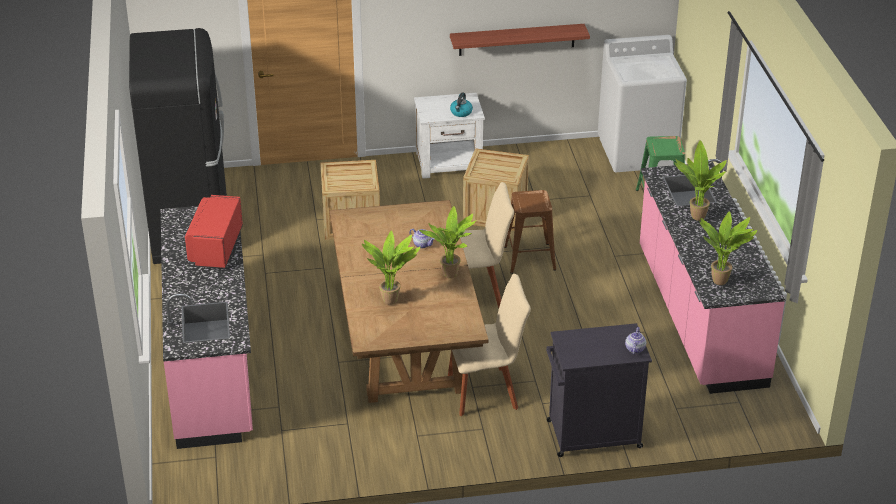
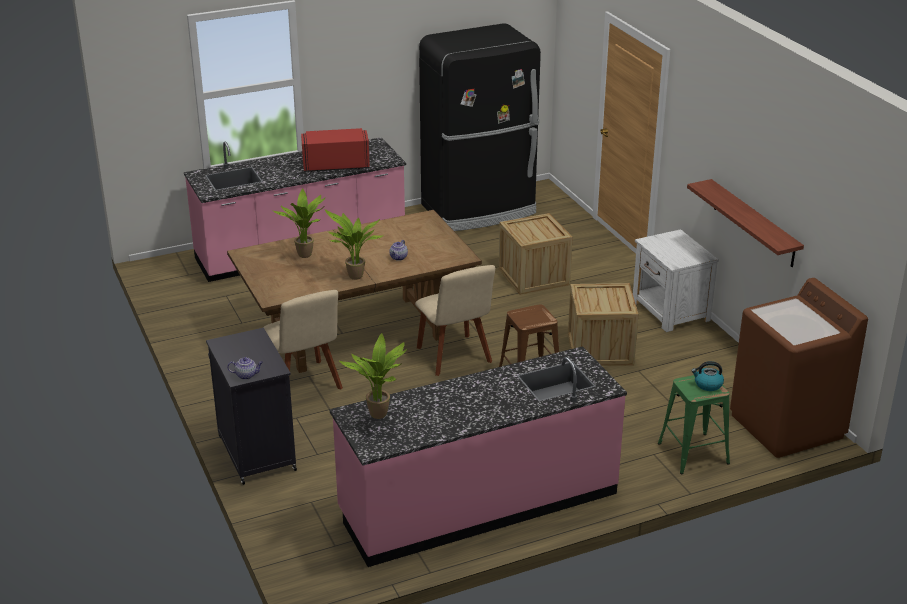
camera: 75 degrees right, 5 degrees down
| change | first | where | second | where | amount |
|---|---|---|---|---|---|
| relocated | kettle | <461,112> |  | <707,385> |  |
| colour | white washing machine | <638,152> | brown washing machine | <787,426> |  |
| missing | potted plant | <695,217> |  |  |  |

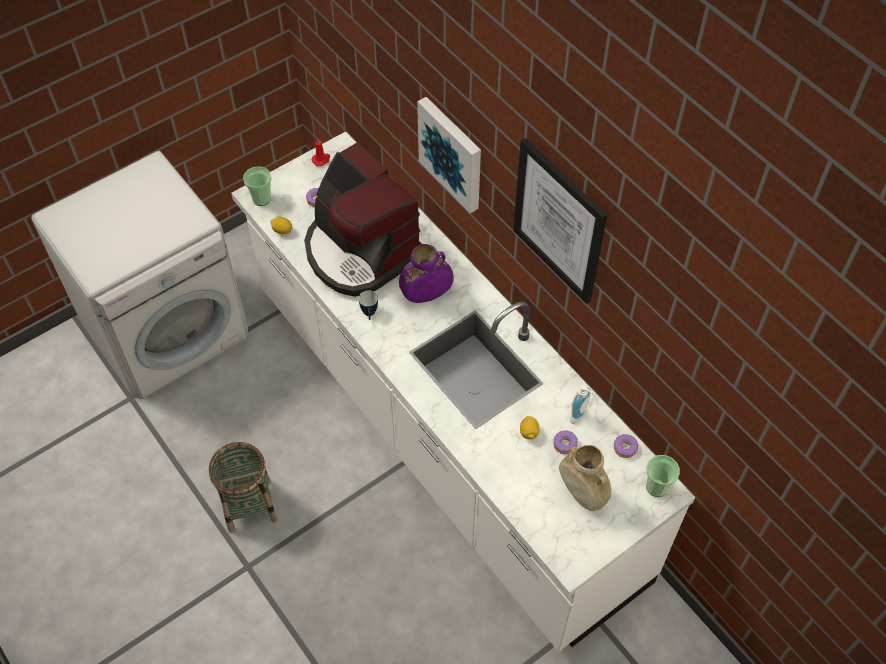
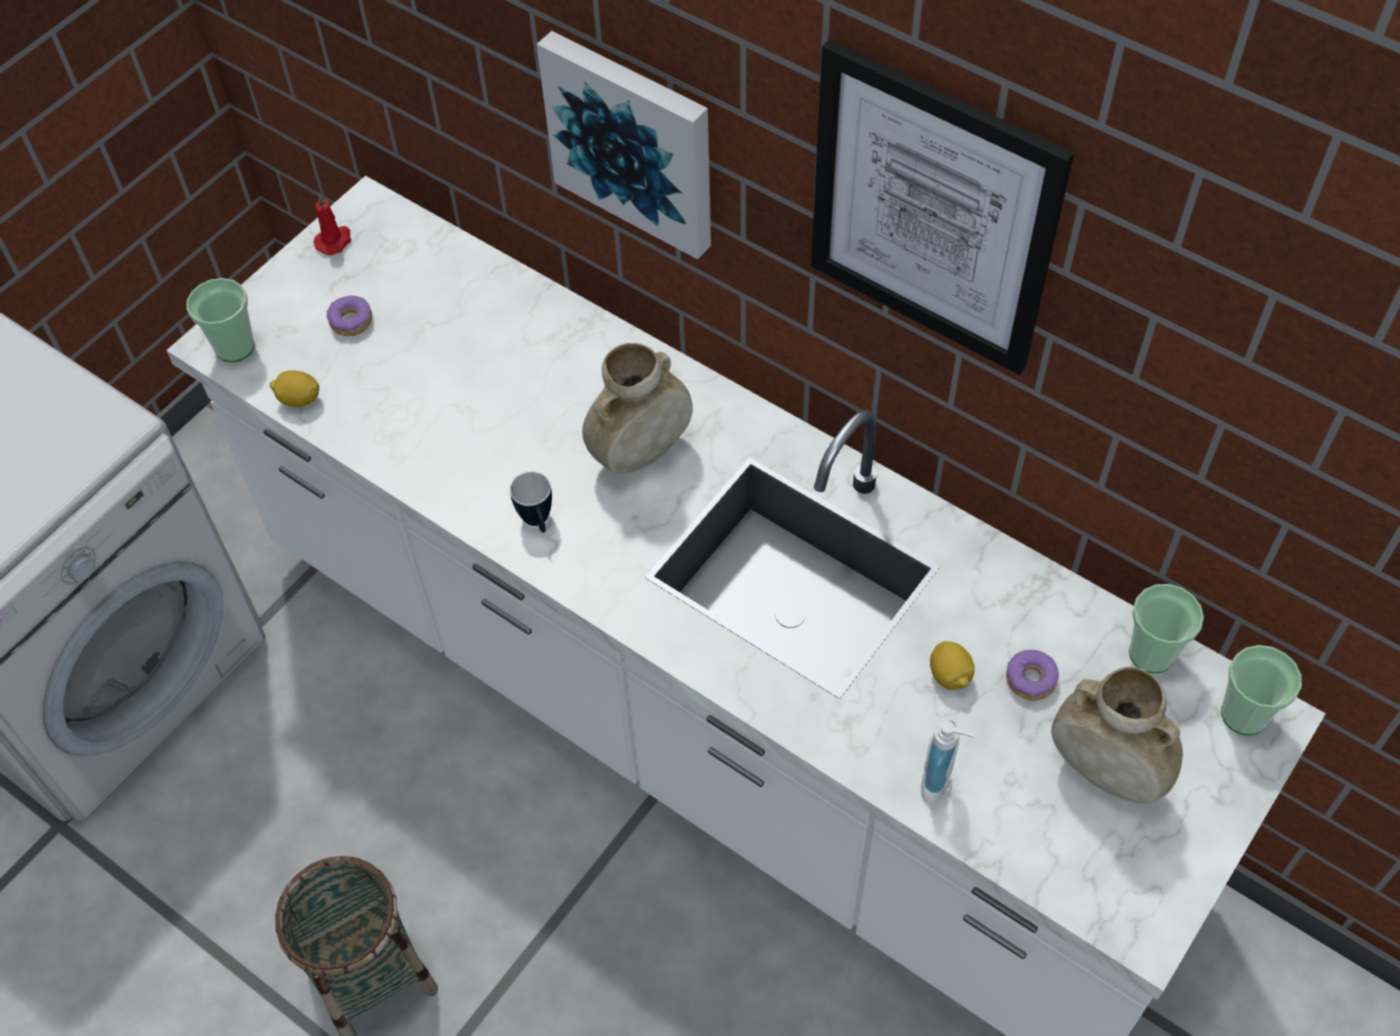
camera: 15 degrees left, 0 degrees up
| change | first | where | second | where | amount |
|---|---|---|---|---|---|
| missing | coffee machine | <360,251> |  |  |  |
| colour | purple vase | <426,295> | beige vase | <640,453> |  |
| relocated | soap dispenser | <580,417> |  | <941,784> |  |
| exchanged | donut | <625,448> | cup | <1151,653> |  |

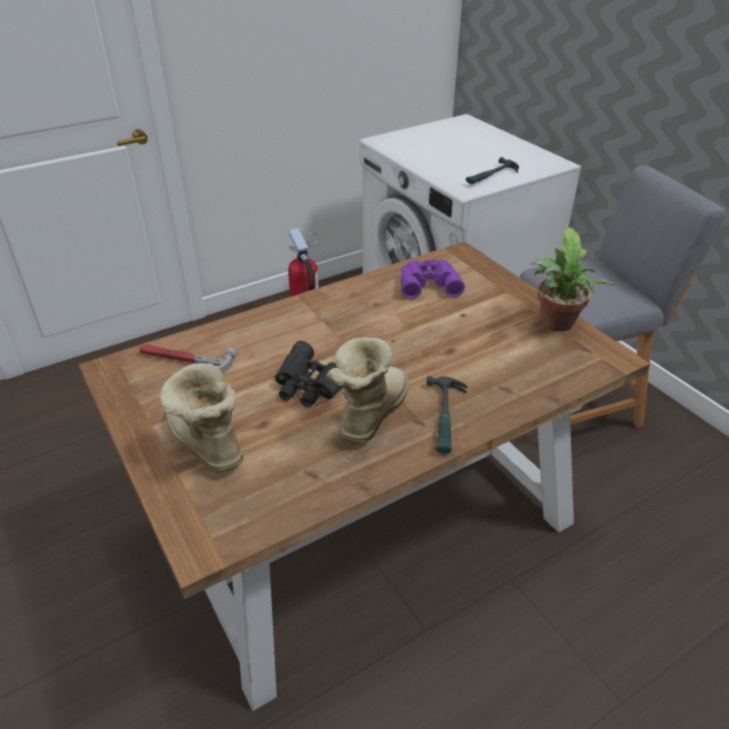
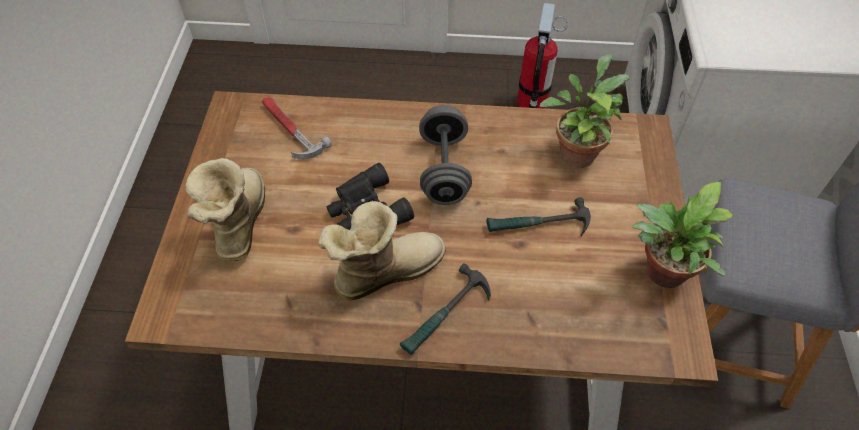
camera: 35 degrees right, 15 degrees up
| change | first | where | second | where | amount |
|---|---|---|---|---|---|
| exchanged | purple binoculars | <428,283> | potted plant | <576,151> |  |
| relocated | hammer | <491,176> |  | <538,225> |  |
| appeared |  |  | grey dumbbell | <444,170> |  |

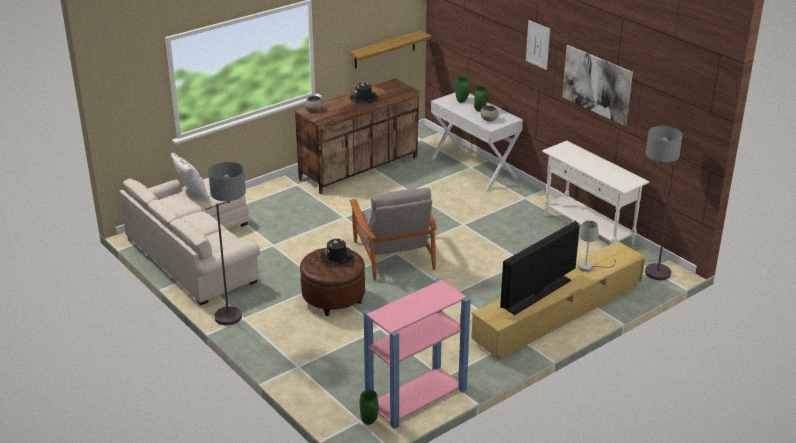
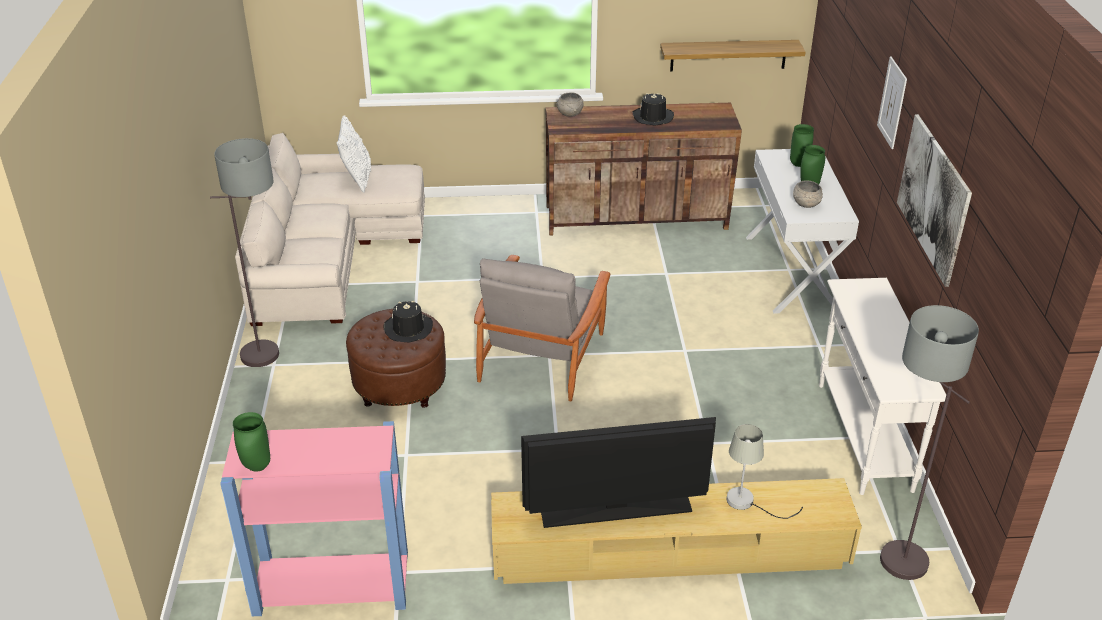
camera: 35 degrees right, 5 degrees up
| change | first | where | second | where | amount |
|---|---|---|---|---|---|
| relocated | green vase | <369,421> |  | <258,467> |  |

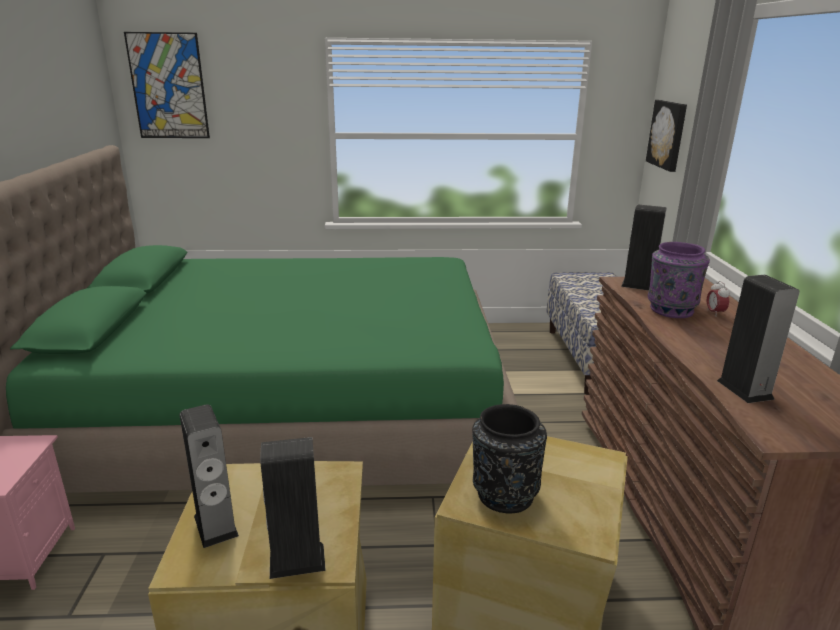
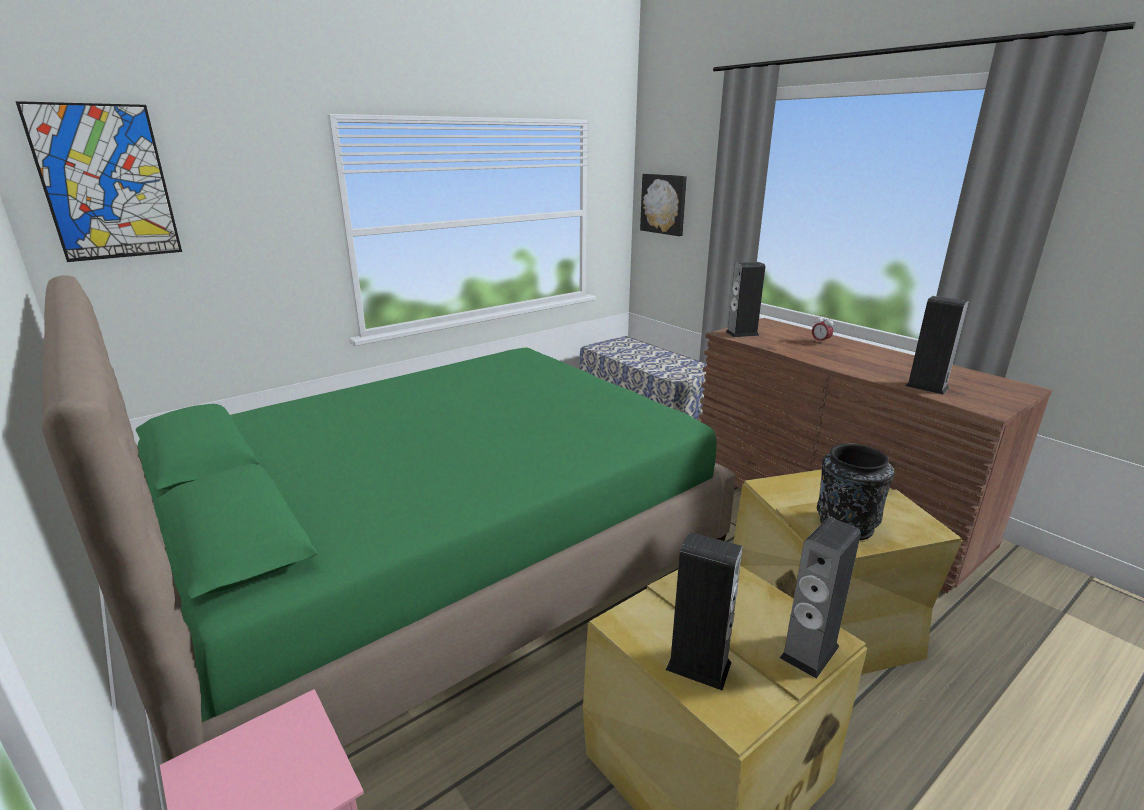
camera: 35 degrees left, 0 degrees up
| change | first | where | second | where | amount |
|---|---|---|---|---|---|
| missing | purple vase | <670,310> |  |  |  |

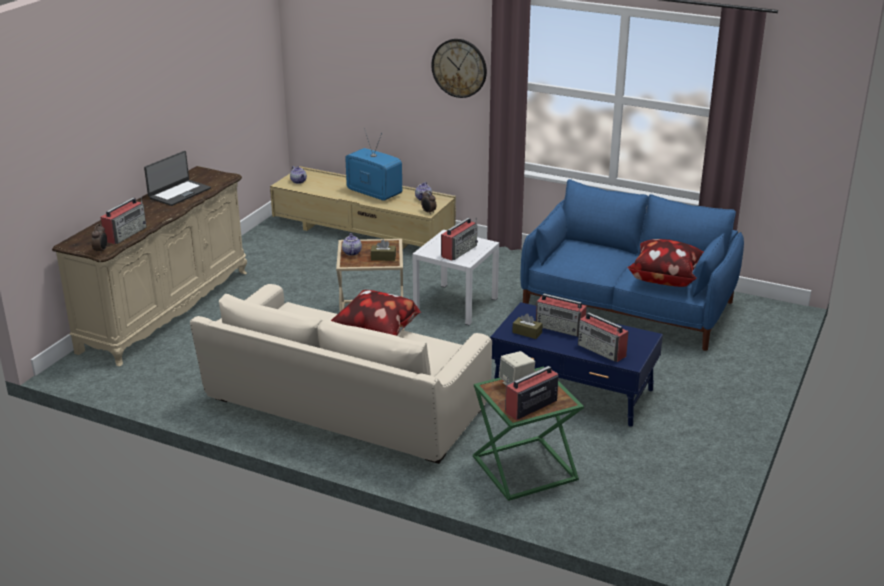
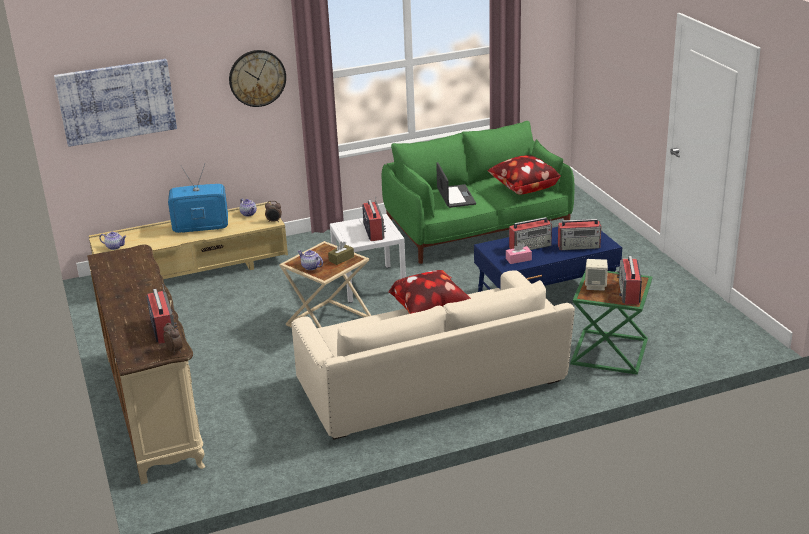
camera: 45 degrees left, 0 degrees up
| change | first | where | second | where | amount |
|---|---|---|---|---|---|
| relocated | laptop | <179,193> |  | <455,197> |  |
| colour | brown tissue box | <527,333> | pink tissue box | <518,259> |  |
| colour | blue sofa | <627,306> | green sofa | <477,229> |  |
| appeared |  |  | picture | <116,101> |  |

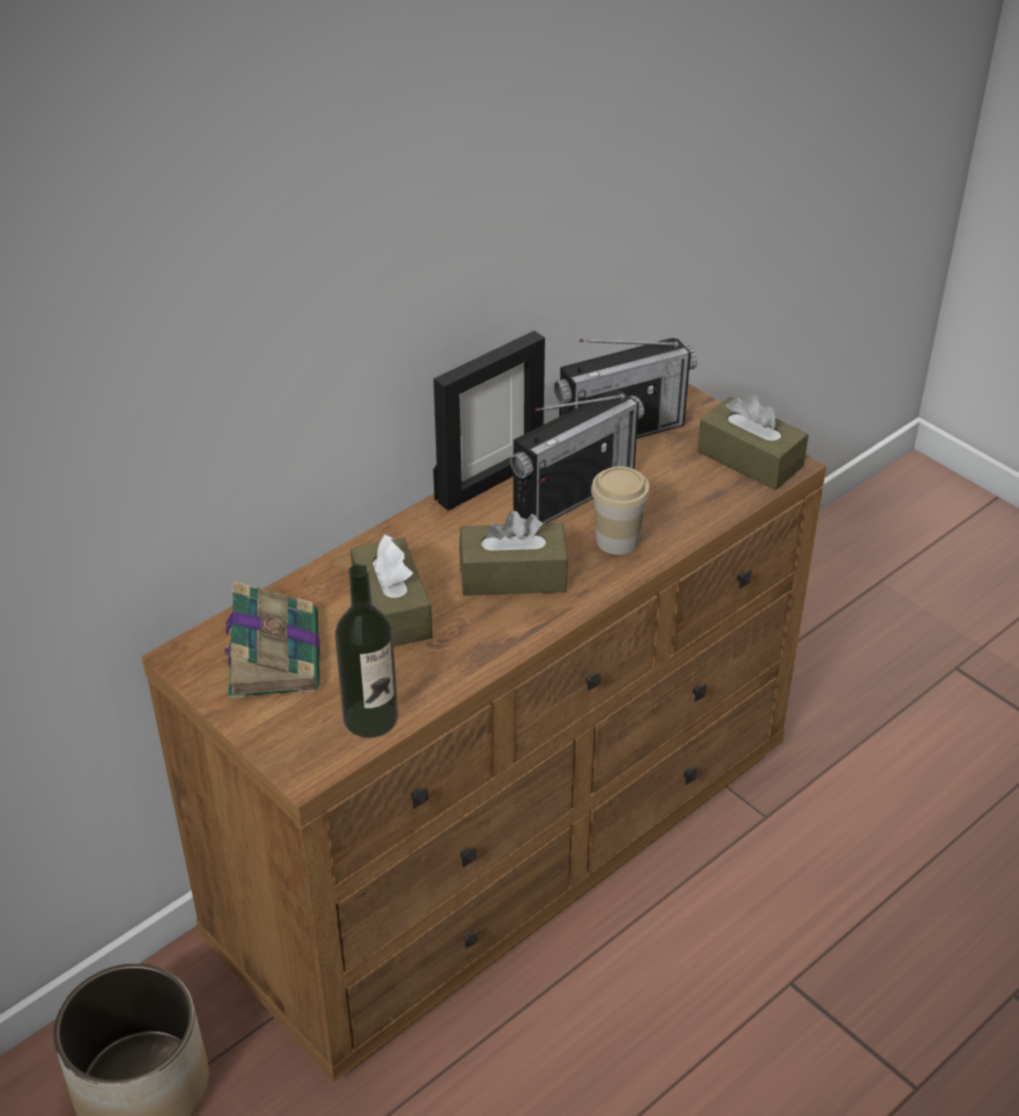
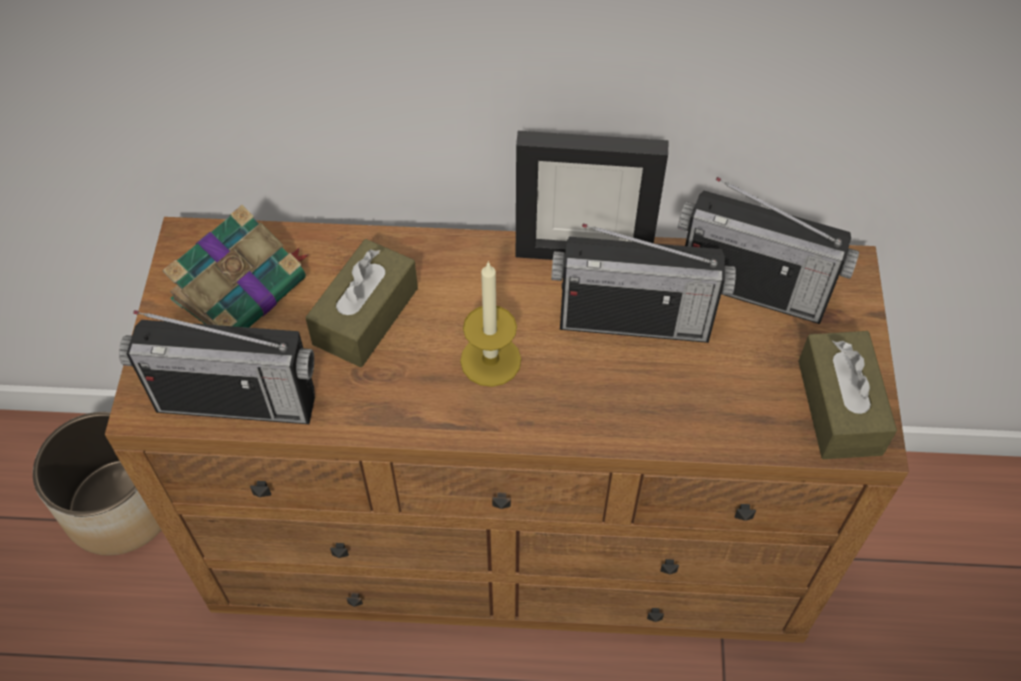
camera: 45 degrees right, 15 degrees up
| change | first | where | second | where | amount |
|---|---|---|---|---|---|
| exchanged | bottle | <370,718> | radio | <237,401> |  |
| exchanged | brown tissue box | <513,576> | candle | <490,360> |  |
| missing | cup | <617,540> |  |  |  |

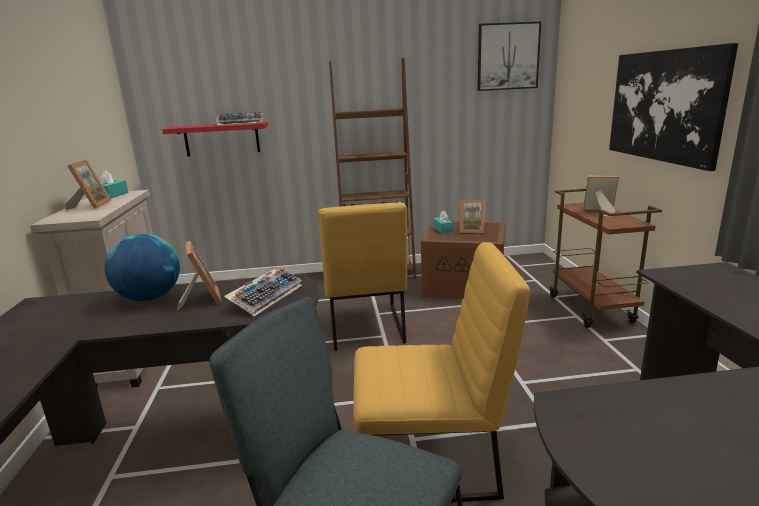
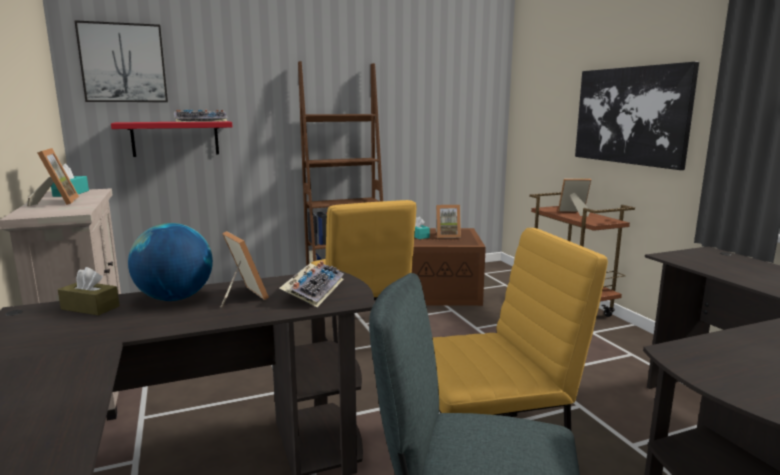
camera: 15 degrees left, 5 degrees down
| change | first | where | second | where | amount |
|---|---|---|---|---|---|
| relocated | picture | <508,56> |  | <123,63> |  |
| appeared |  |  | brown tissue box | <90,308> |  |

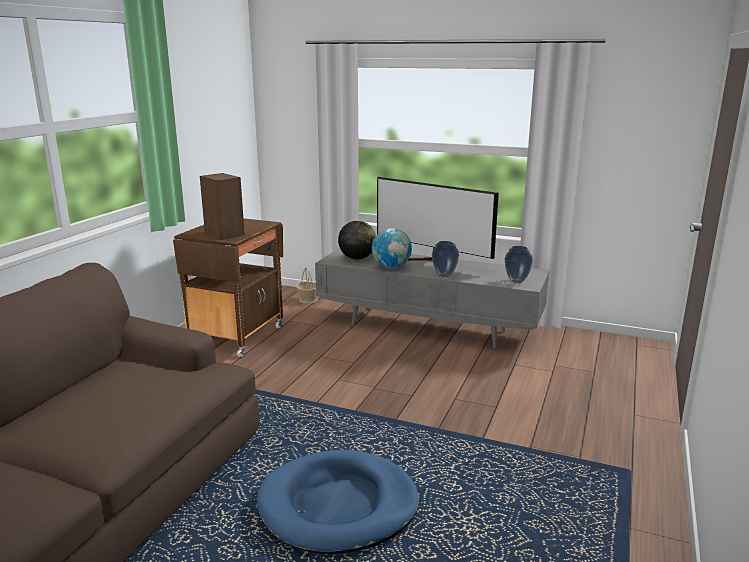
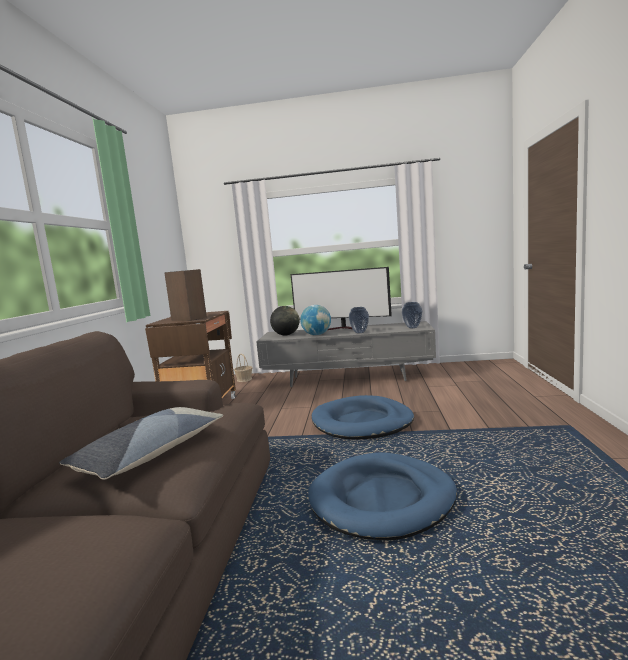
camera: 15 degrees left, 10 degrees down
| change | first | where | second | where | amount |
|---|---|---|---|---|---|
| appeared |  |  | pillow | <150,453> |  |
| appeared |  |  | blue dog bed | <362,422> |  |

